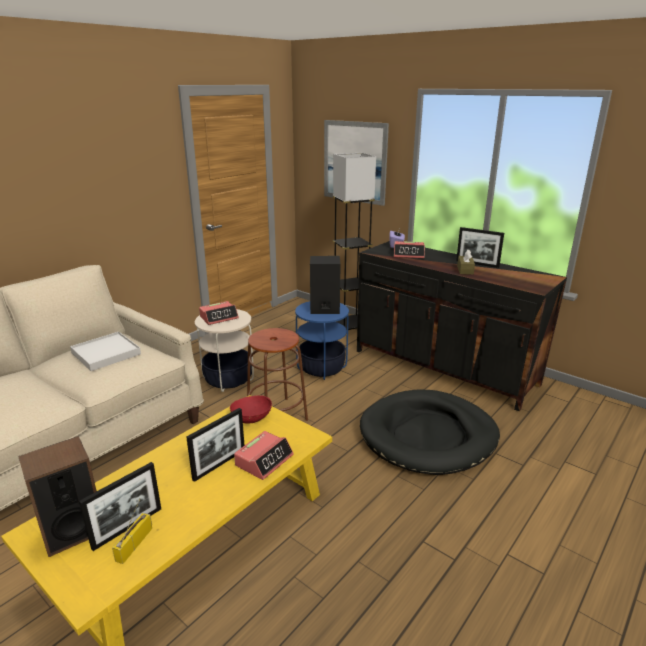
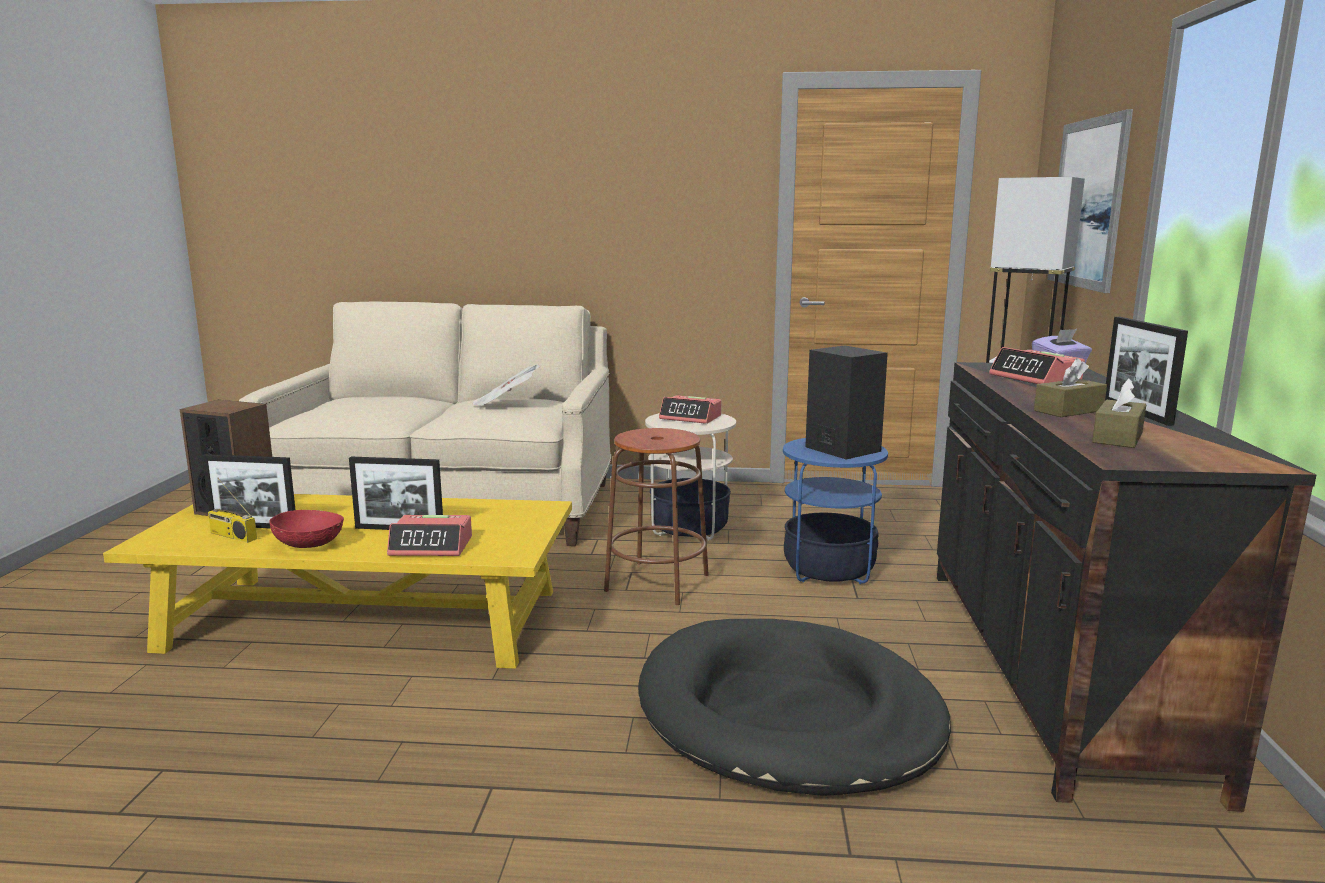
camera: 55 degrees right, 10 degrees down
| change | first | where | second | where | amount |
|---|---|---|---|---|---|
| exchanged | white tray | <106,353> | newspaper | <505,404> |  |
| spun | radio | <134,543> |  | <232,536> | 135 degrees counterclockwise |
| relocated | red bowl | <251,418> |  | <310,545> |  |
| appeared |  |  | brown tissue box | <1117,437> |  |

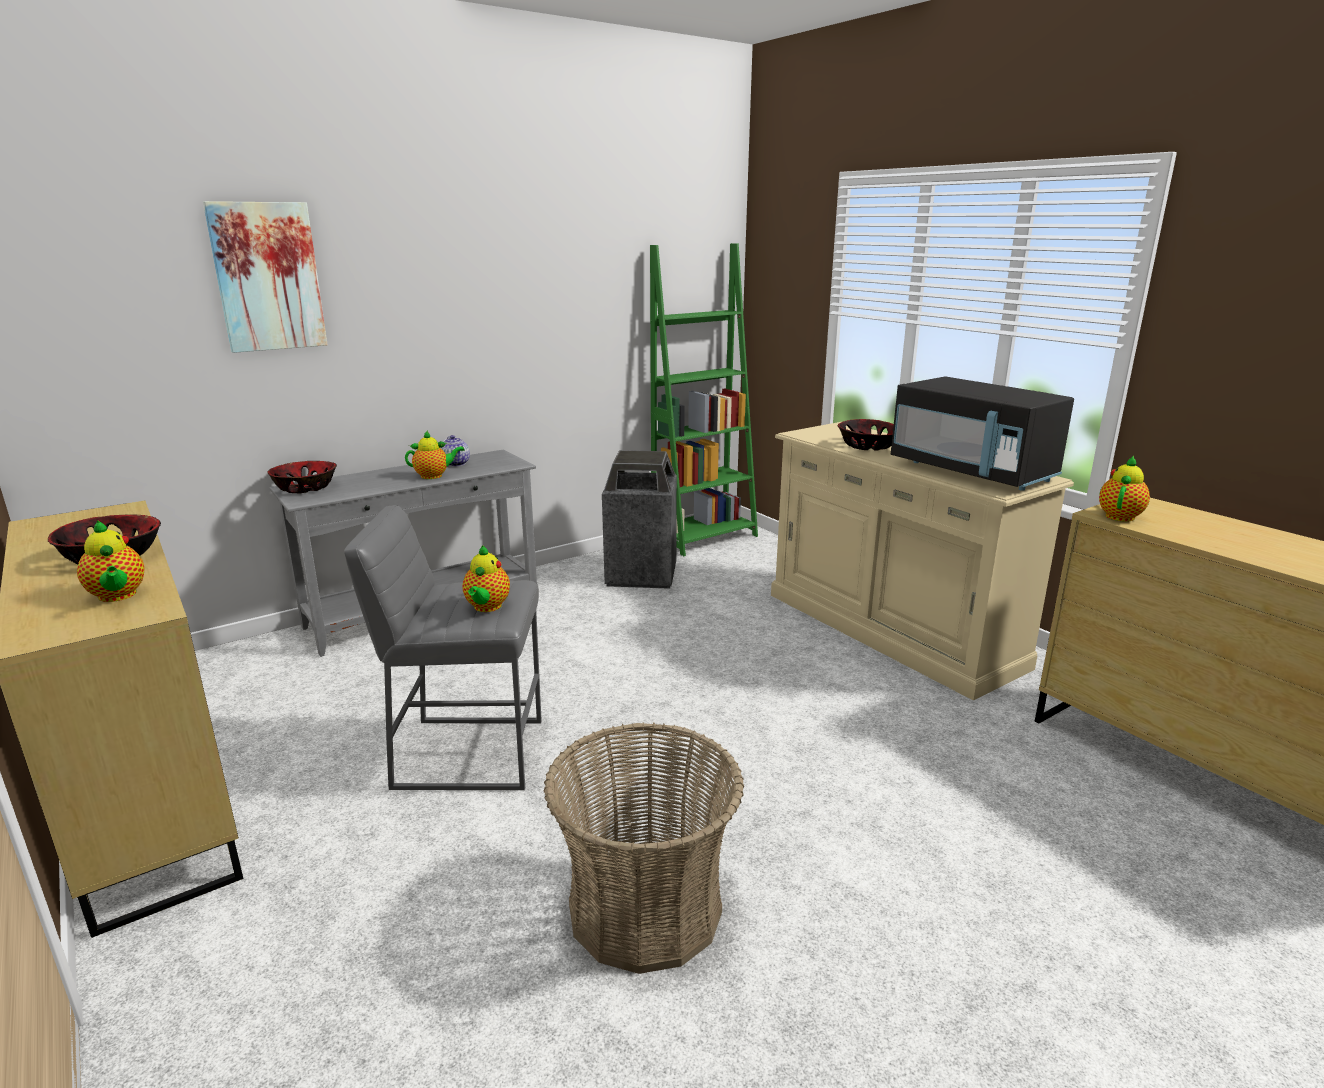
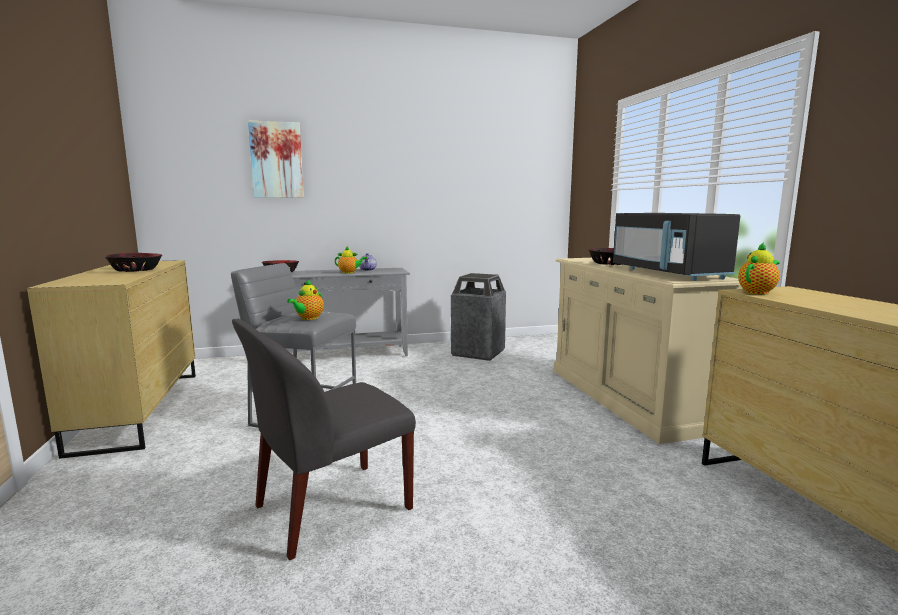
camera: 20 degrees right, 10 degrees down
| change | first | where | second | where | amount |
|---|---|---|---|---|---|
| missing | teapot | <118,596> |  |  |  |
| exchanged | basket | <644,909> | grey chair | <329,509> |  |
| missing | green bookcase | <704,537> |  |  |  |

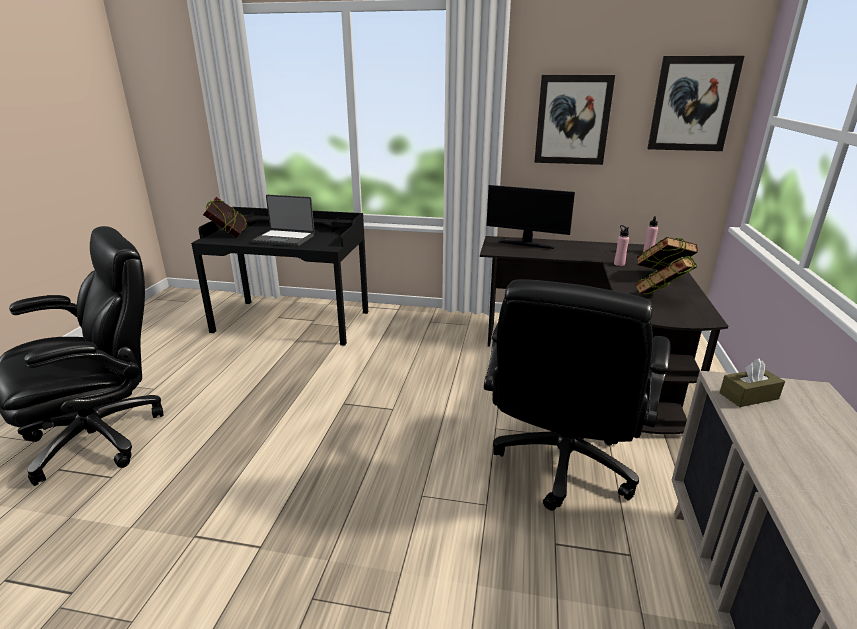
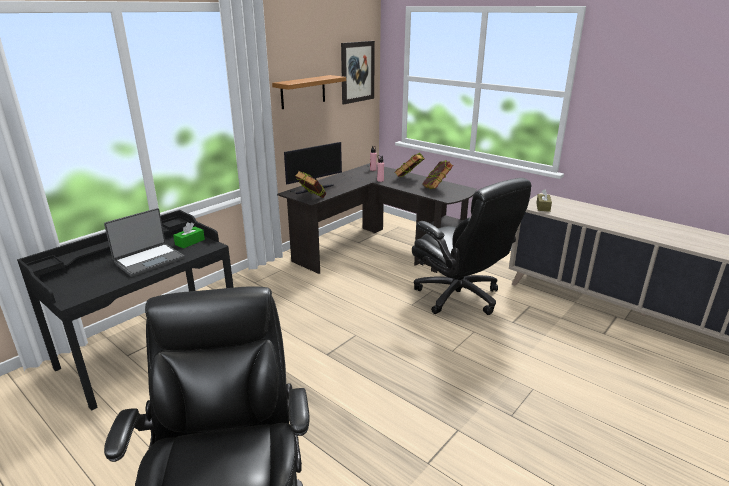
camera: 60 degrees left, 0 degrees up
| change | first | where | second | where | amount |
|---|---|---|---|---|---|
| relocated | book | <229,235> |  | <311,199> |  |
| exchanged | picture | <572,120> | shelf | <303,92> |  |
| appeared |  |  | green tissue box | <190,242> |  |

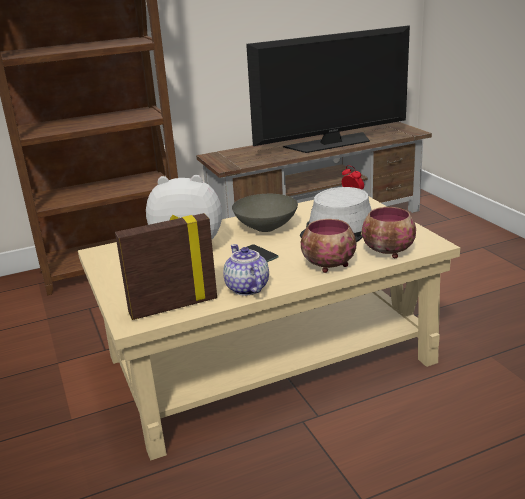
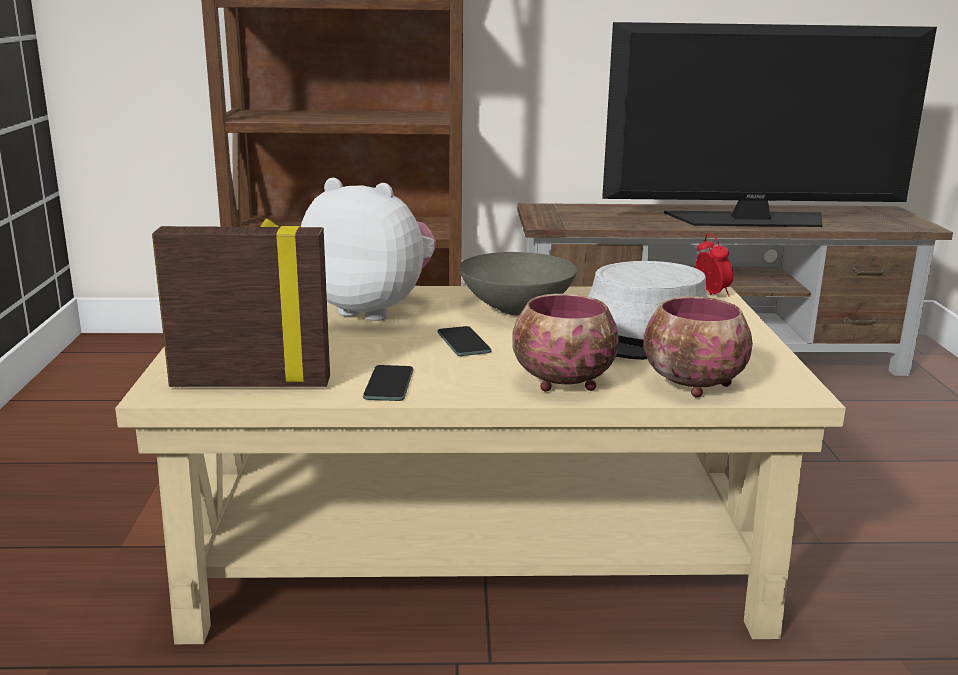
camera: 20 degrees right, 5 degrees down
| change | first | where | second | where | amount |
|---|---|---|---|---|---|
| exchanged | teapot | <246,288> | phone | <389,384> |  |

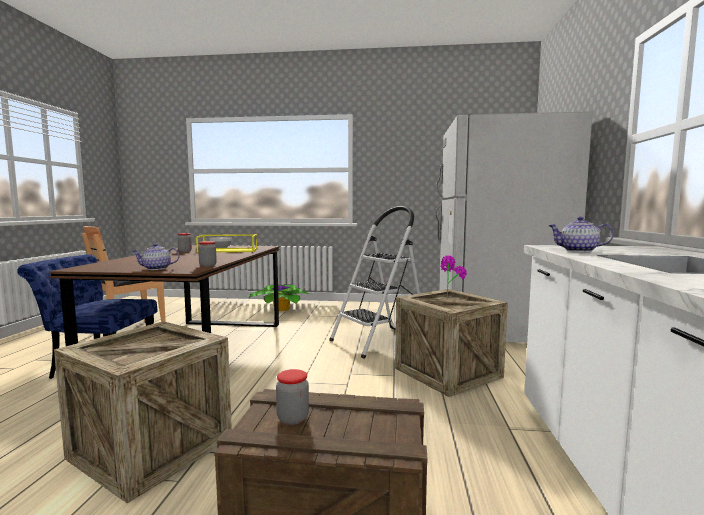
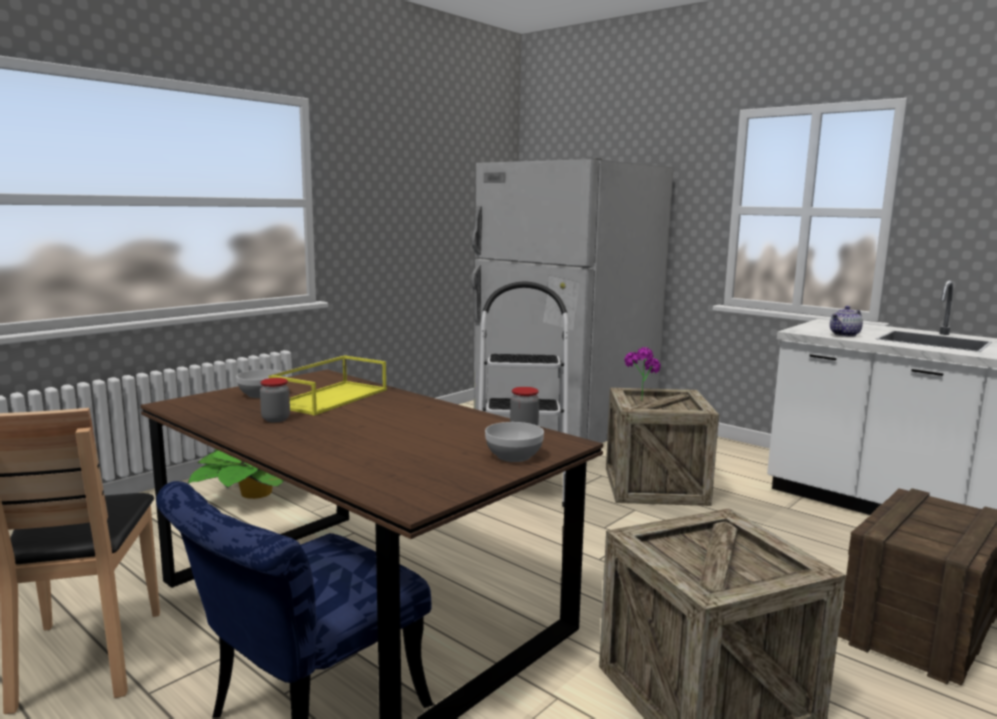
camera: 55 degrees left, 5 degrees up
| change | first | where | second | where | amount |
|---|---|---|---|---|---|
| exchanged | teapot | <156,269> | bowl | <514,456> |  |
| missing | jar | <293,418> |  |  |  |

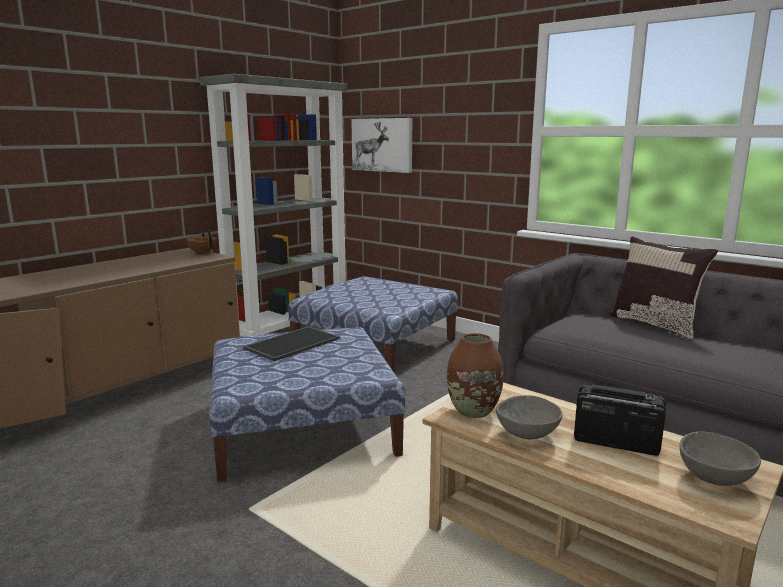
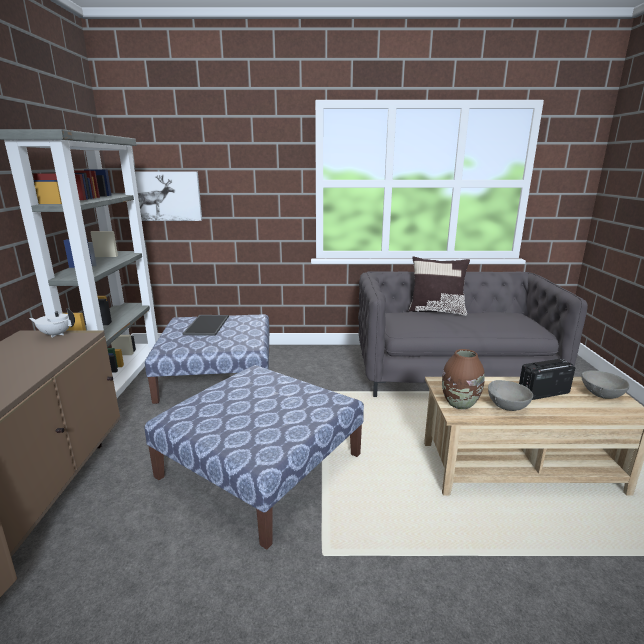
camera: 40 degrees left, 5 degrees up
| change | first | where | second | where | amount |
|---|---|---|---|---|---|
| colour | brown teapot | <202,253> | white teapot | <56,334> |  |
| relocated | tray | <292,343> |  | <206,325> |  |

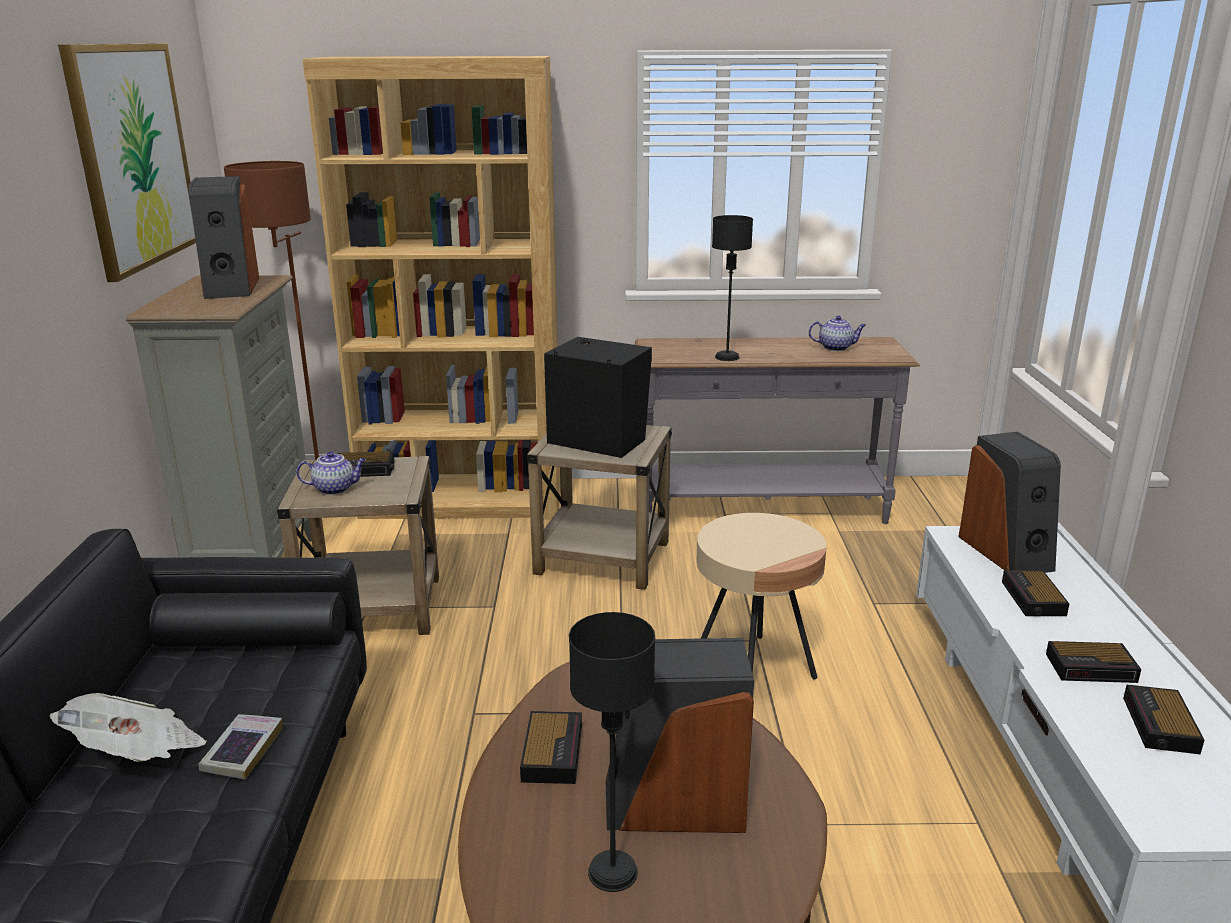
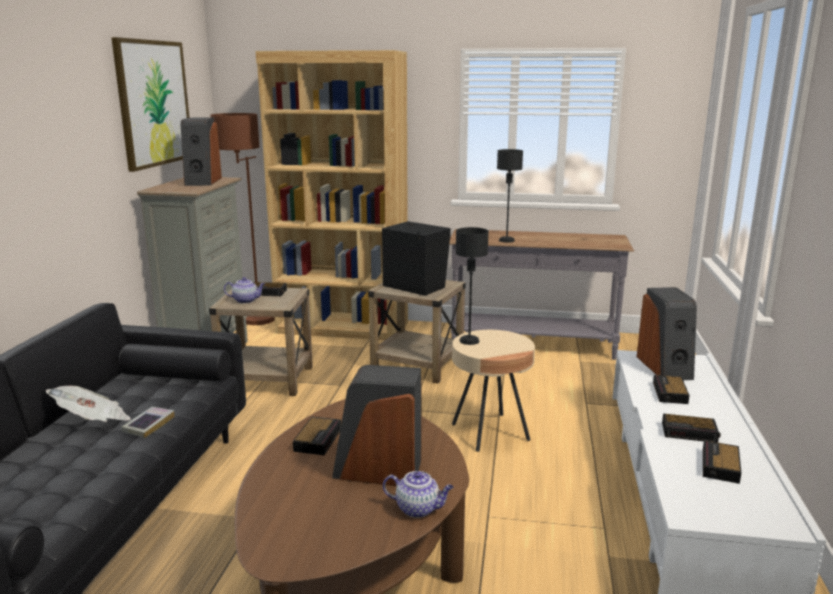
camera: 10 degrees right, 5 degrees down
| change | first | where | second | where | amount |
|---|---|---|---|---|---|
| relocated | black table lamp | <612,871> |  | <469,341> |  |
| relocated | teapot | <836,348> |  | <418,509> |  |

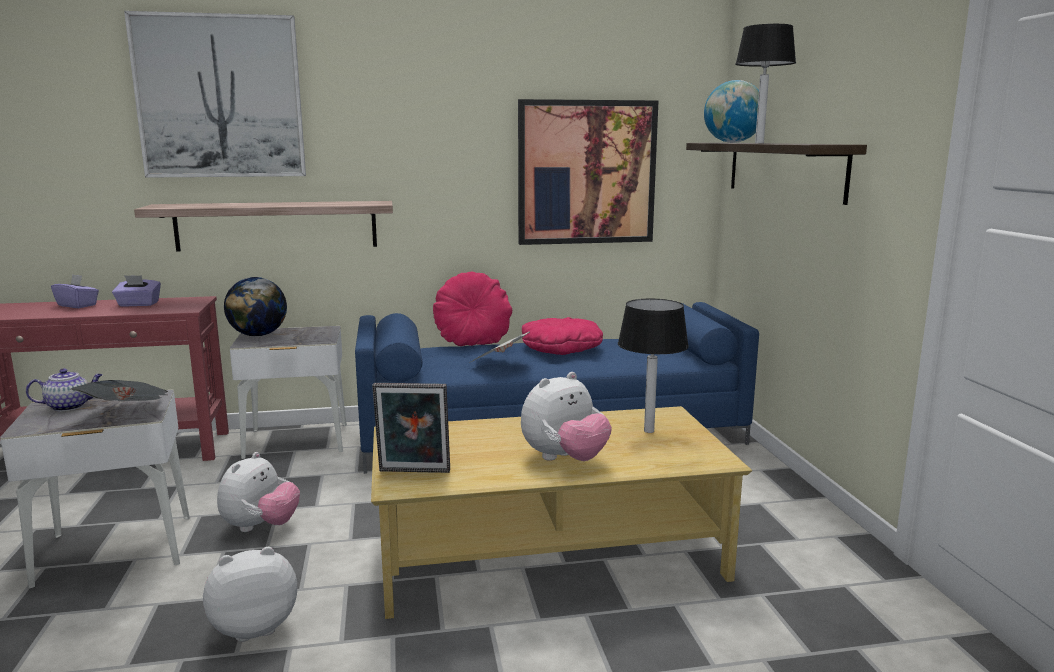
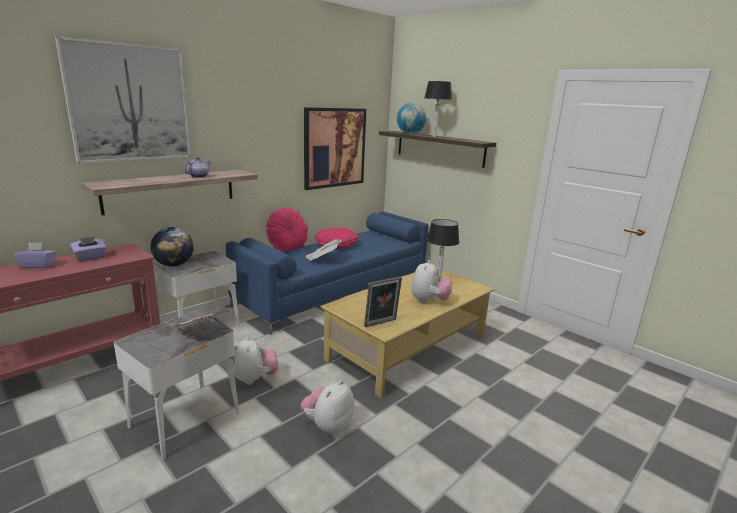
camera: 35 degrees left, 5 degrees up
| change | first | where | second | where | amount |
|---|---|---|---|---|---|
| relocated | teapot | <70,406> |  | <199,176> |  |

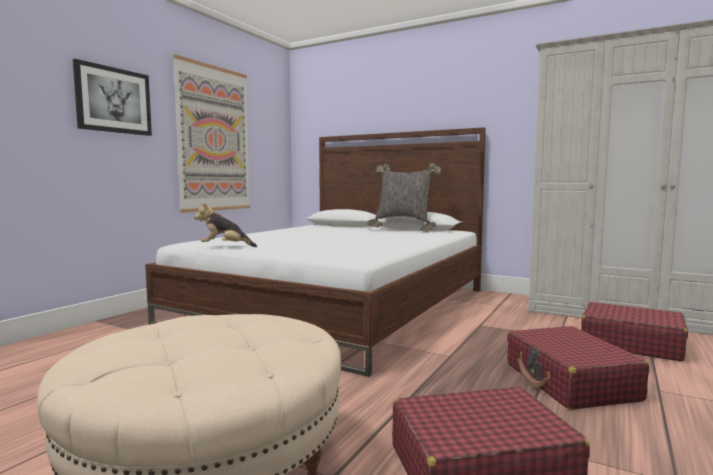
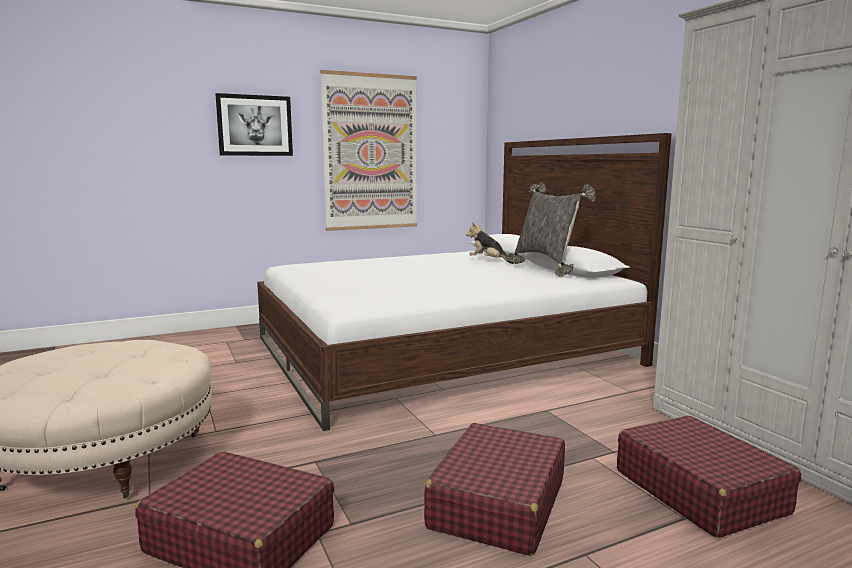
camera: 35 degrees right, 5 degrees up
| change | first | where | second | where | amount |
|---|---|---|---|---|---|
| relocated | plush toy | <225,247> |  | <488,261> |  |

